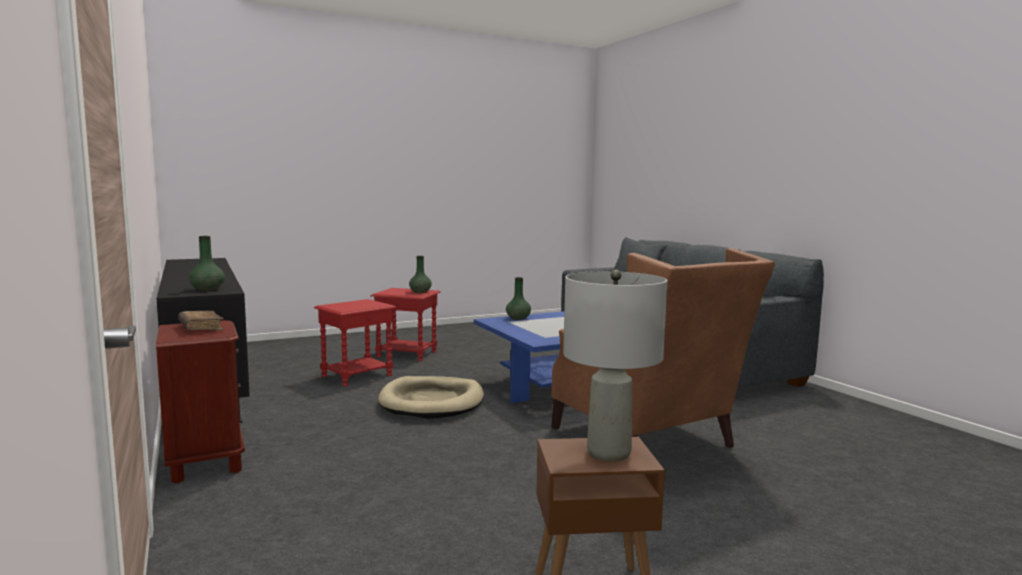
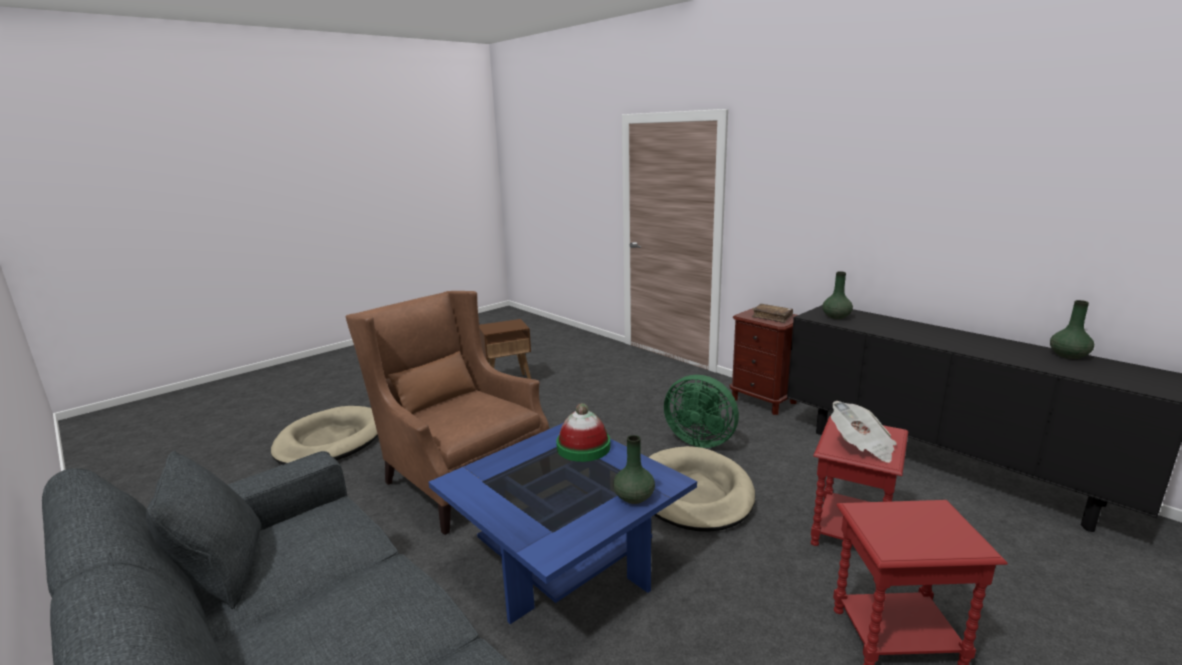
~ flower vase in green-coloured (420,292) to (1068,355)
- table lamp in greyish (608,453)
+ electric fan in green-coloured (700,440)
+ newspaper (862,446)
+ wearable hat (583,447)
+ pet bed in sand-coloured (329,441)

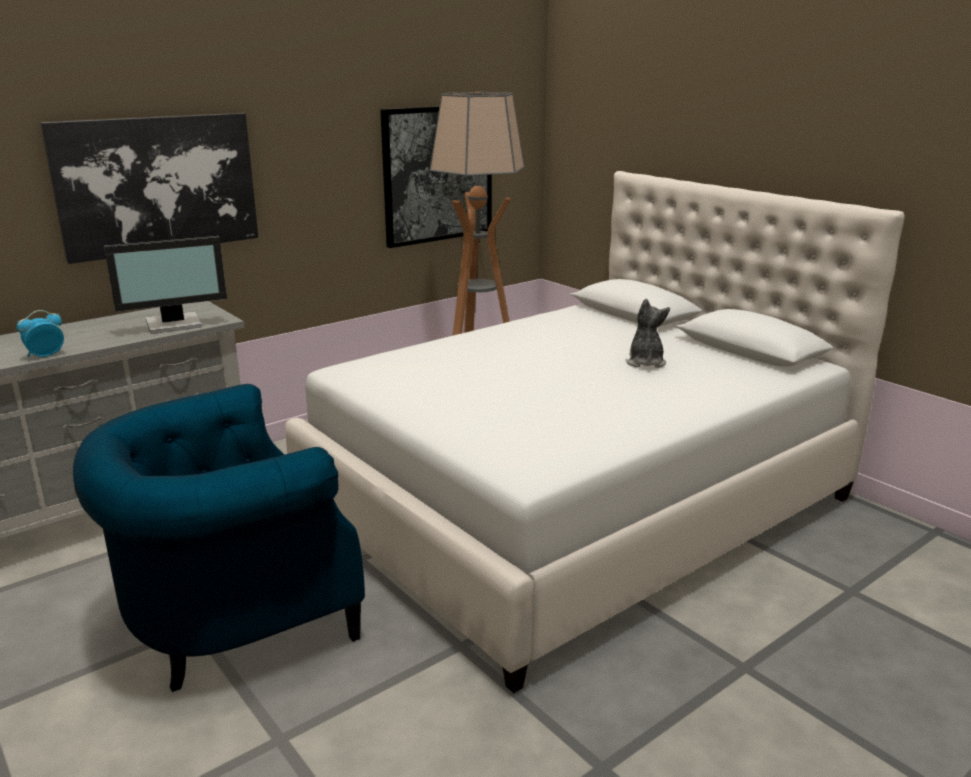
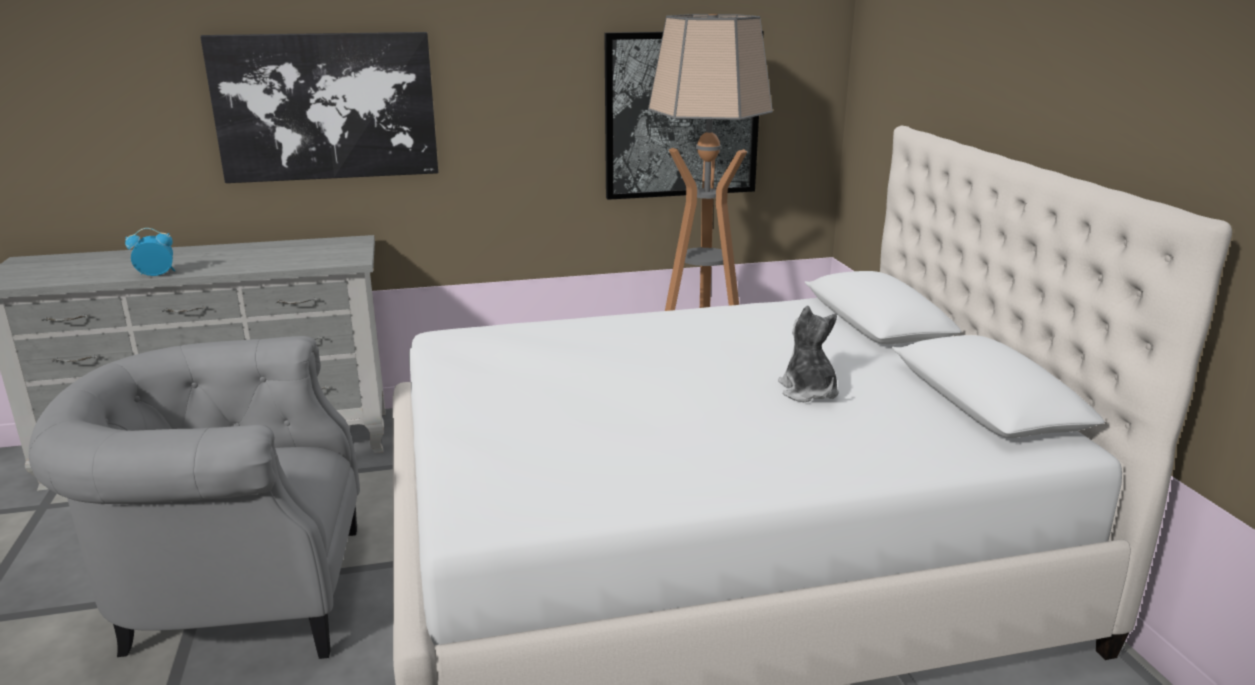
- computer screen (175,324)
~ cuddly toy (645,362) = (808,392) 45 degrees counterclockwise
~ easy chair in bluish (234,622) to easy chair in greyish (236,597)

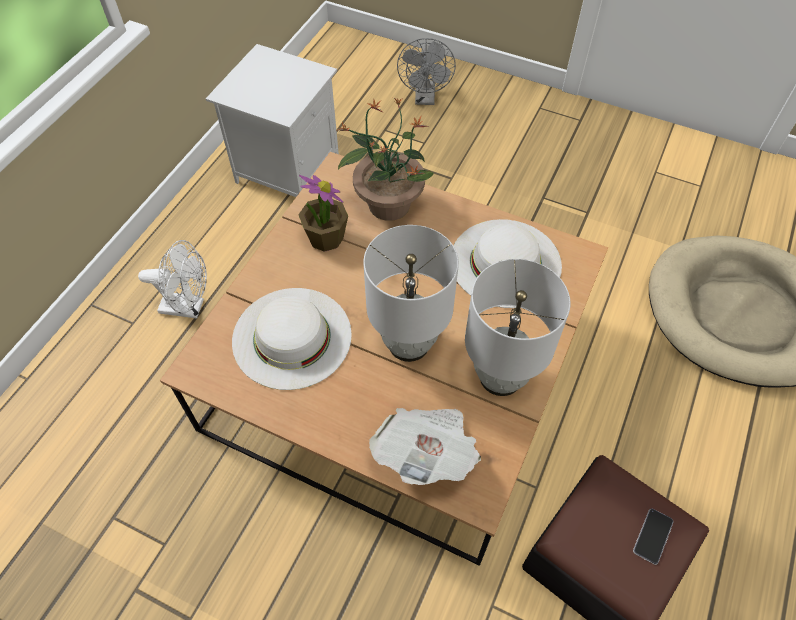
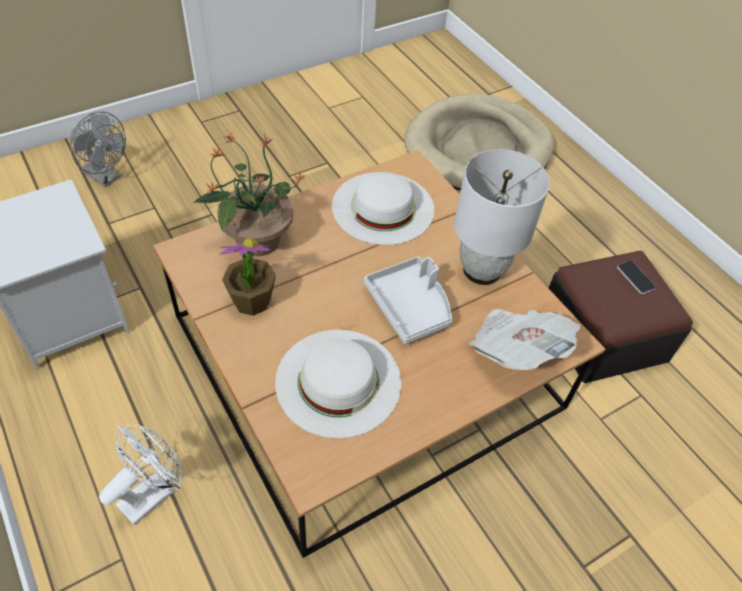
~ table lamp in white-coloured (409,344) to tray in greyish (410,306)

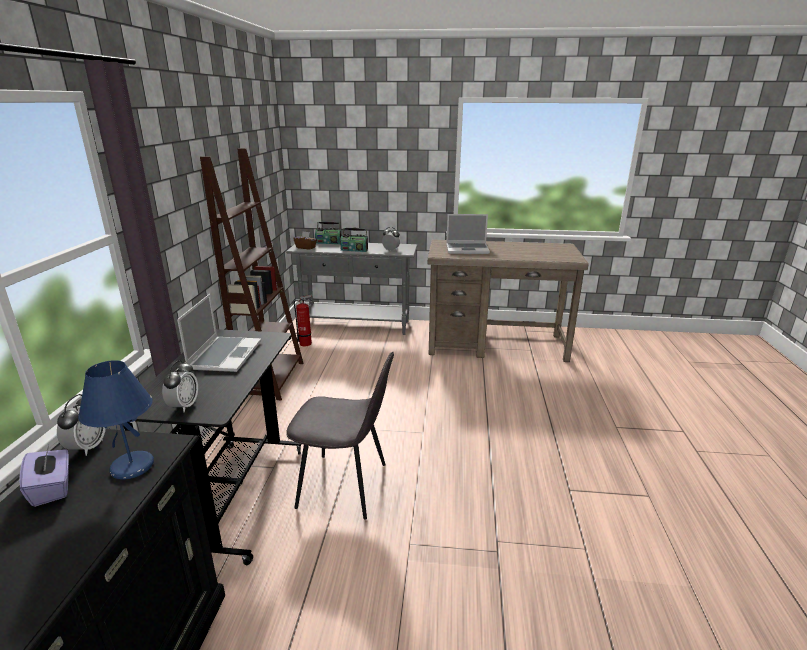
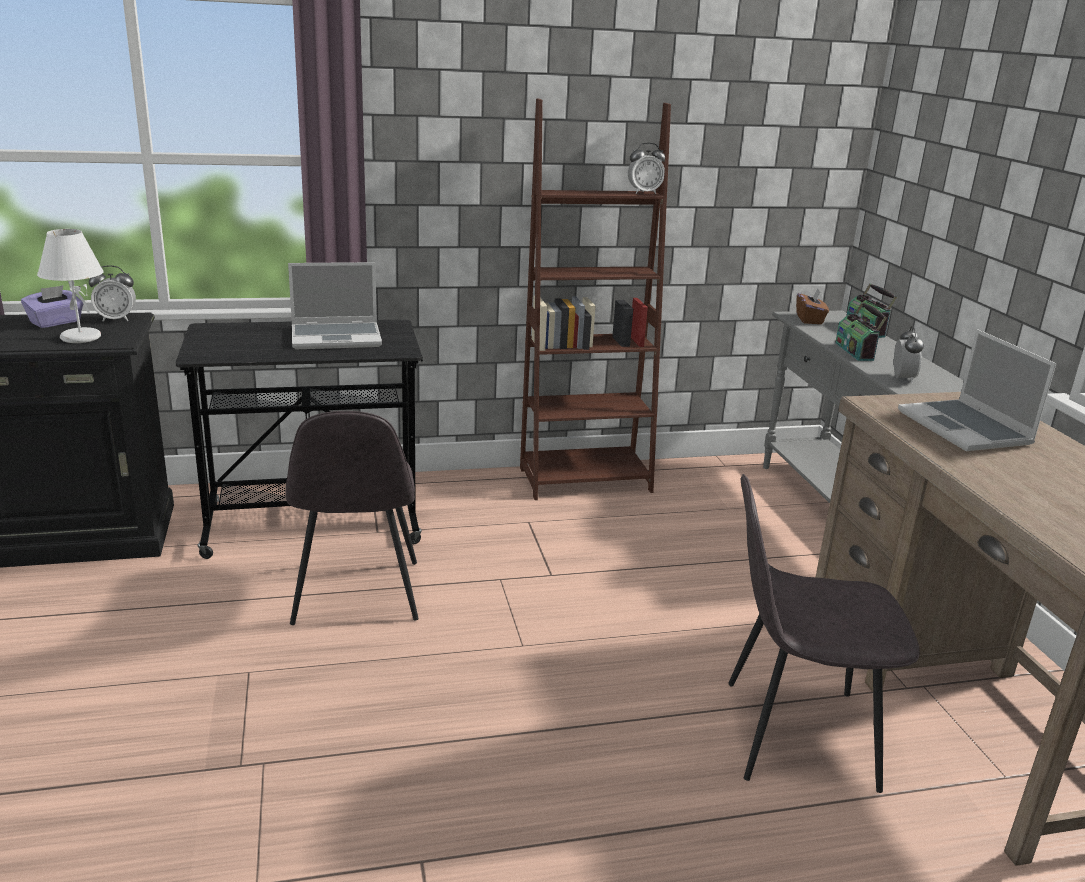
- fire-fighting cylinder (307,343)
~ table lamp in bluish (132,467) to table lamp in white-coloured (80,338)
~ bedside clock (184,406) to (644,193)
+ upright chair in greyish (794,733)

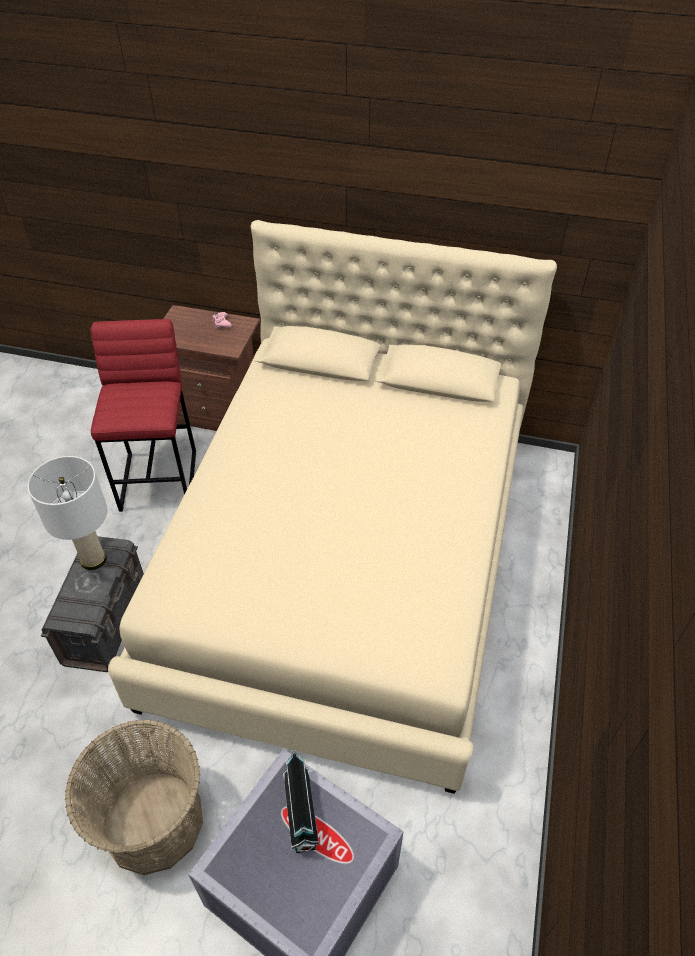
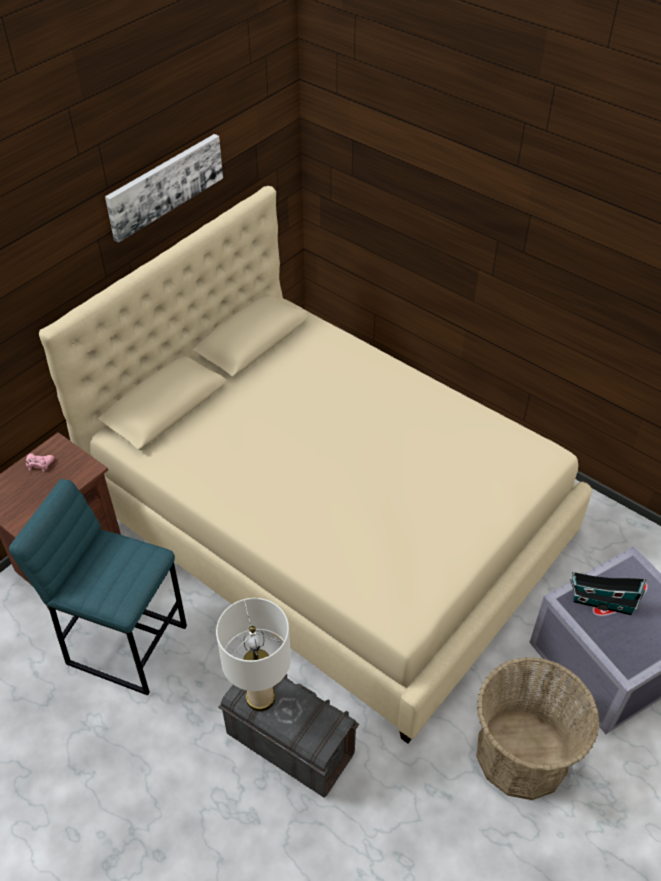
~ sitting stool in red-coloured (159,478) to sitting stool in blue-green (124,643)
+ picture (165,185)

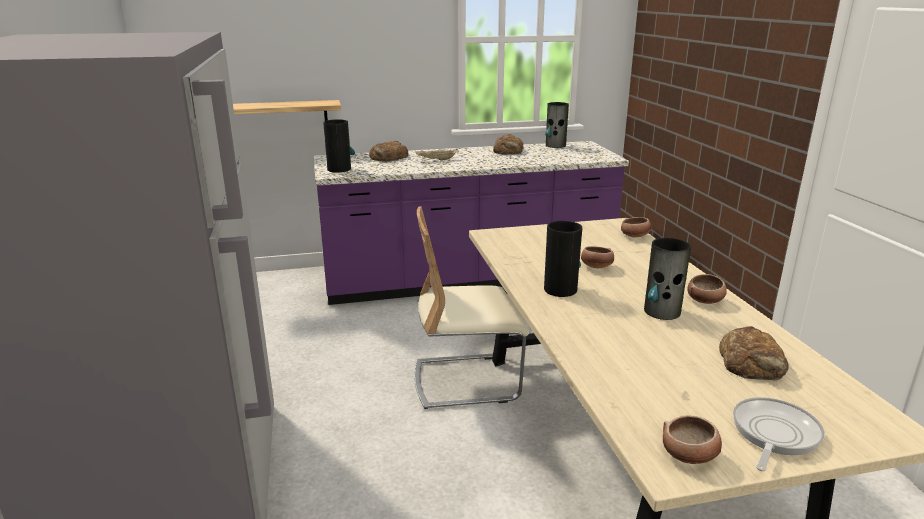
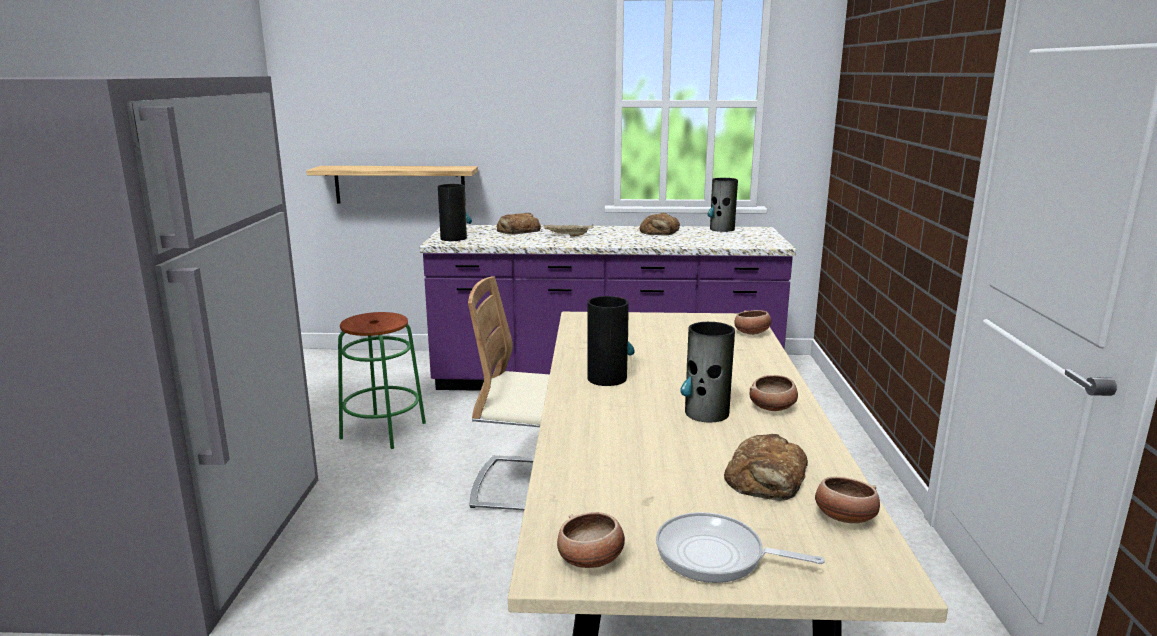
~ serving bowl (596,267) to (844,518)
~ skillet (773,434) = (716,556) 120 degrees counterclockwise
+ sitting stool in green-coloured (383,430)

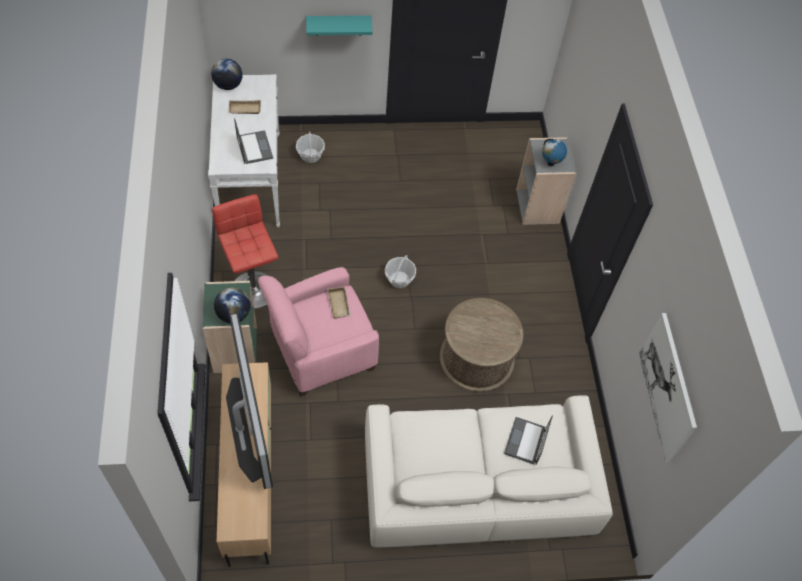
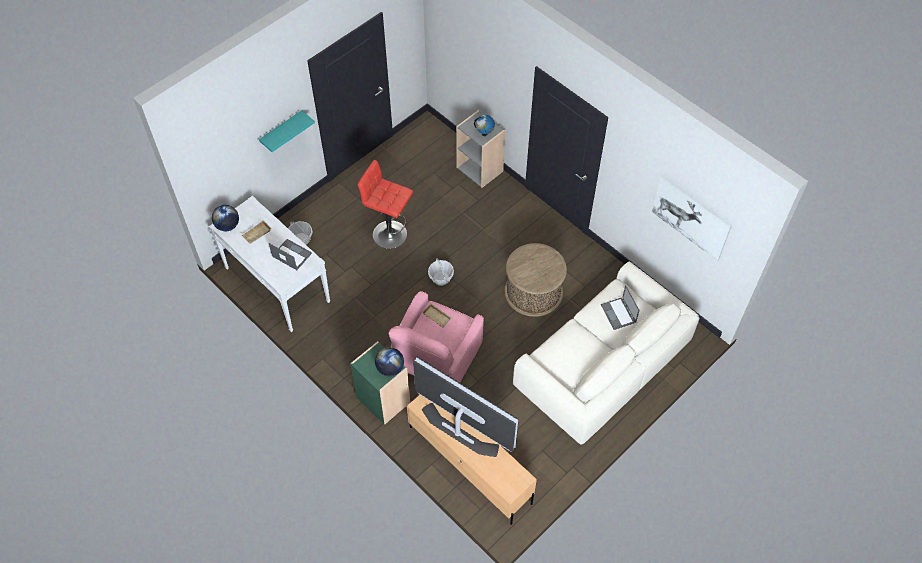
~ sitting stool in red-coloured (253,289) to (389,234)

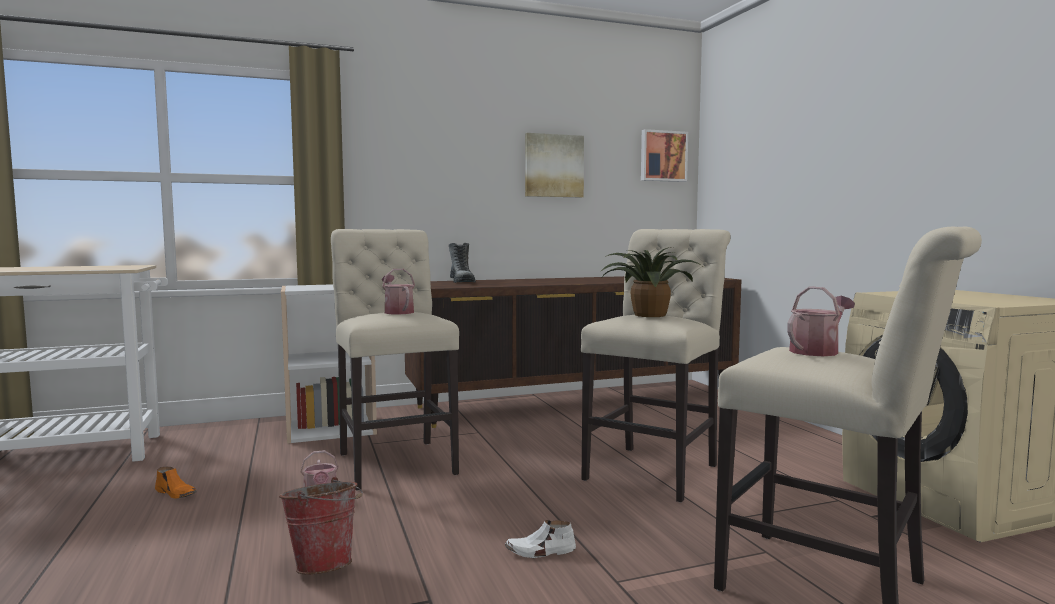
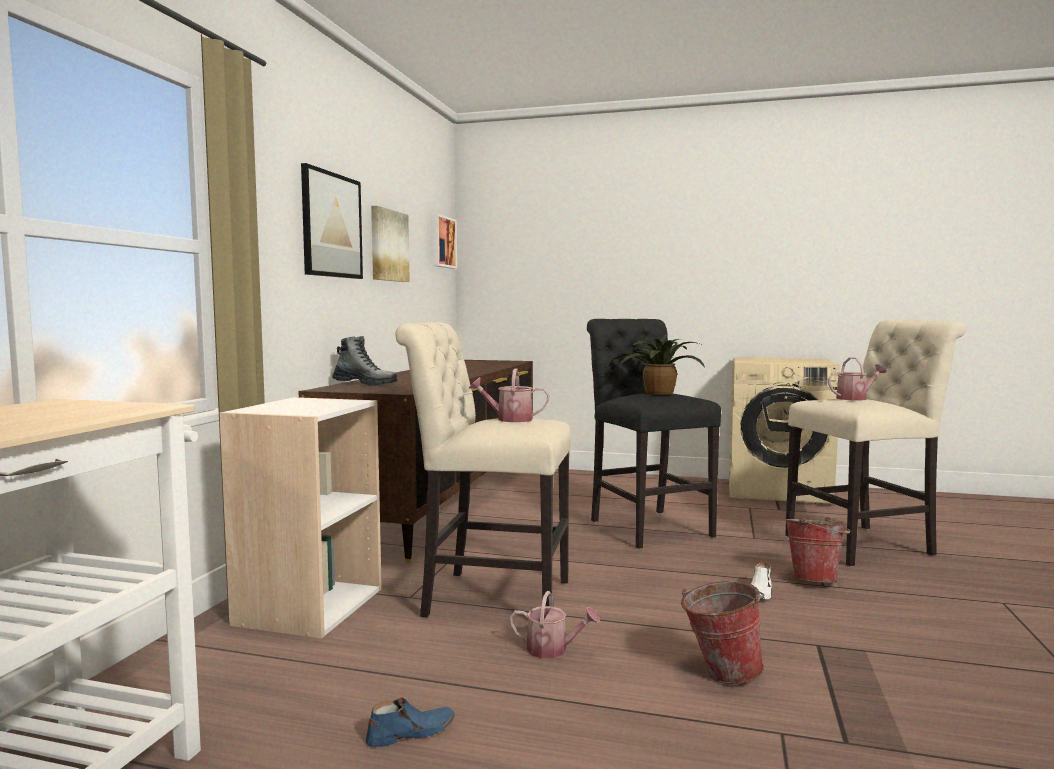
~ sitting stool in sand-coloured (656,470) to sitting stool in black-coloured (647,526)
~ sprinkling can (817,351) = (855,398) 75 degrees clockwise
~ low shoe in orange (176,493) to low shoe in bluish (410,733)
+ picture (331,225)
+ water bucket (815,580)

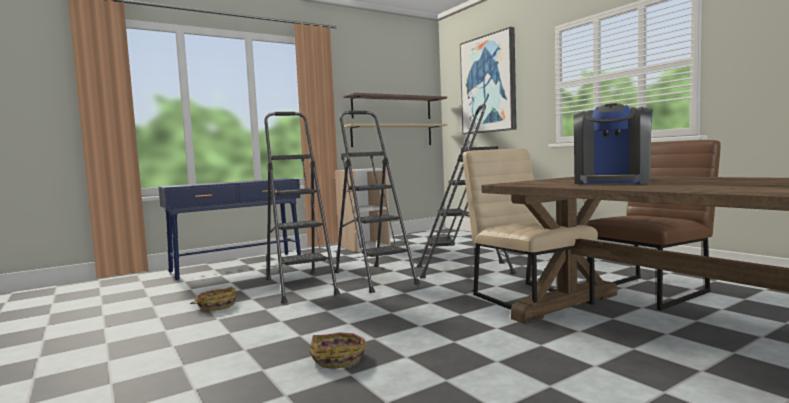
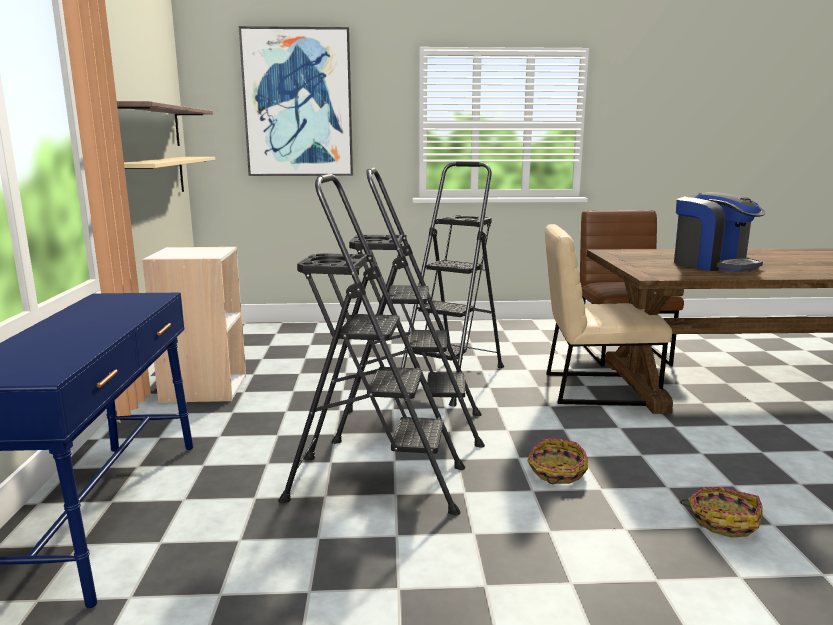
~ storage basket (216,305) to (556,472)

